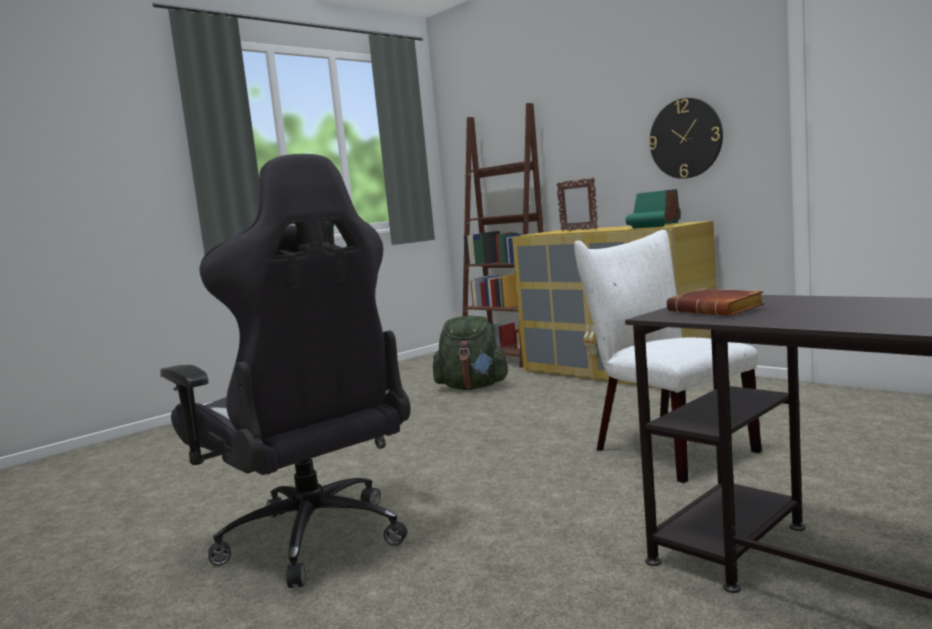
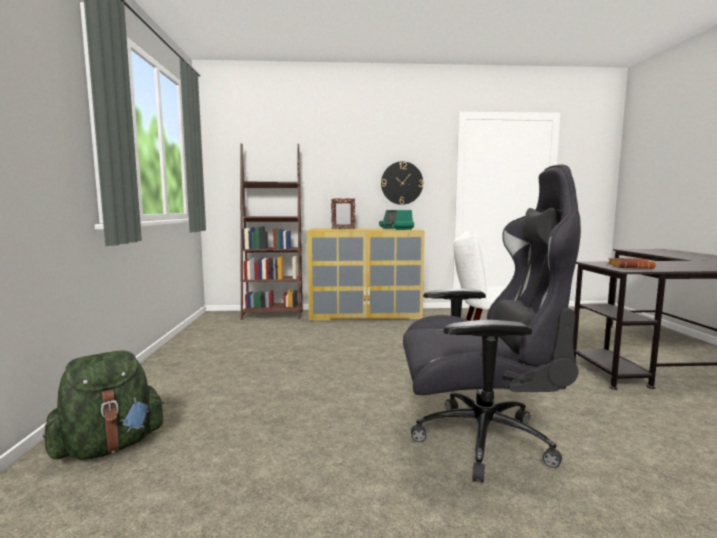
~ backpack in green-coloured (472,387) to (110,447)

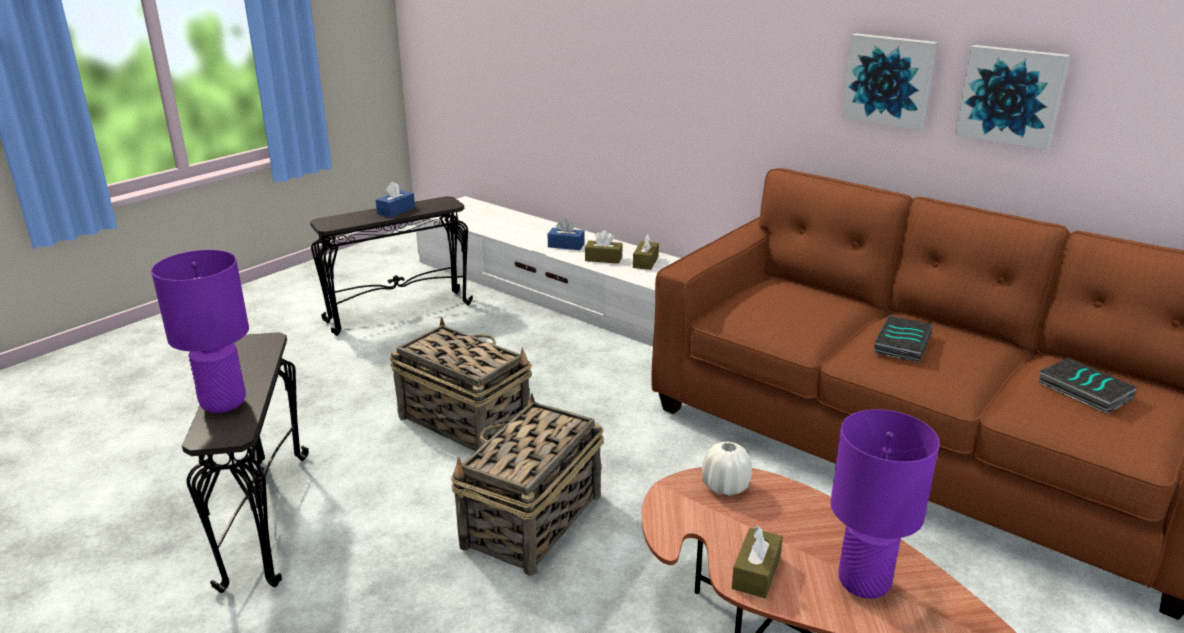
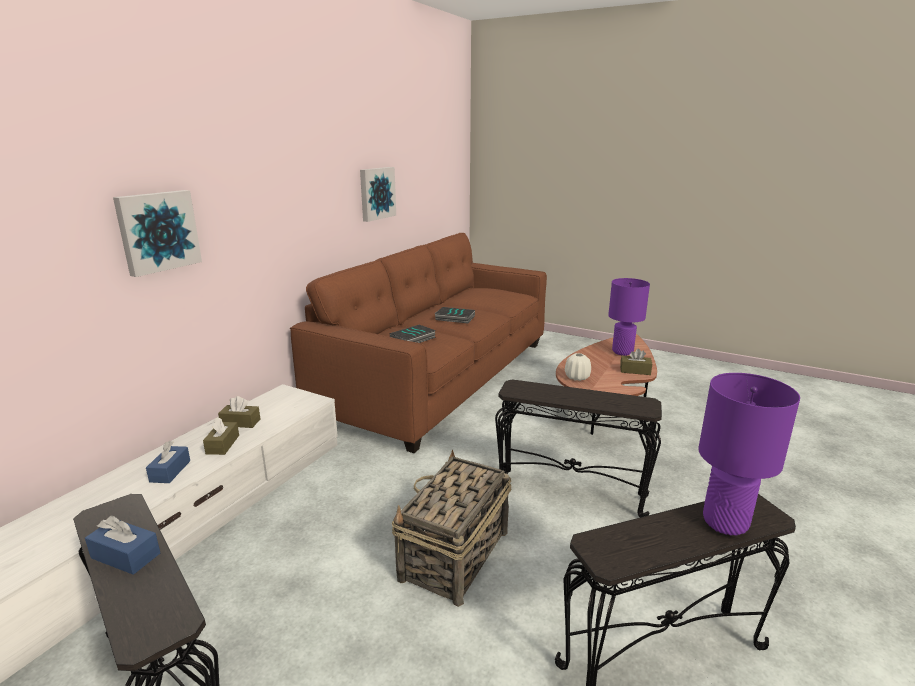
~ picture (889,80) to (157,231)
~ bound book (1083,391) to (413,339)
~ storage basket (531,522) to end table in black-coloured (570,494)

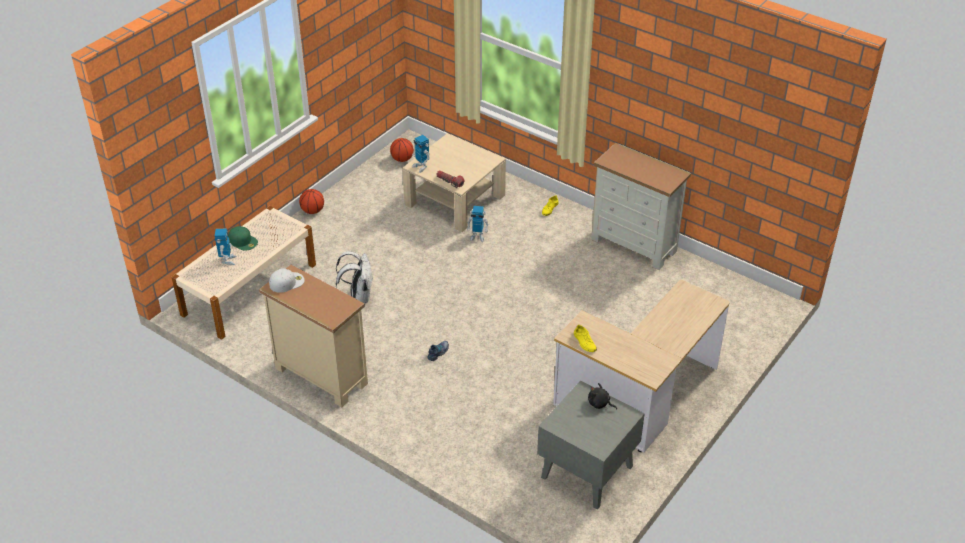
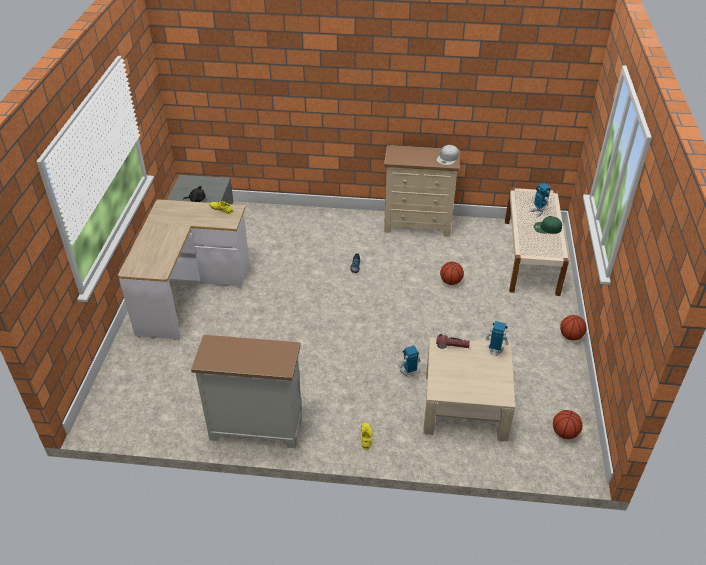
~ backpack in white-coloured (358,296) to basketball (450,282)

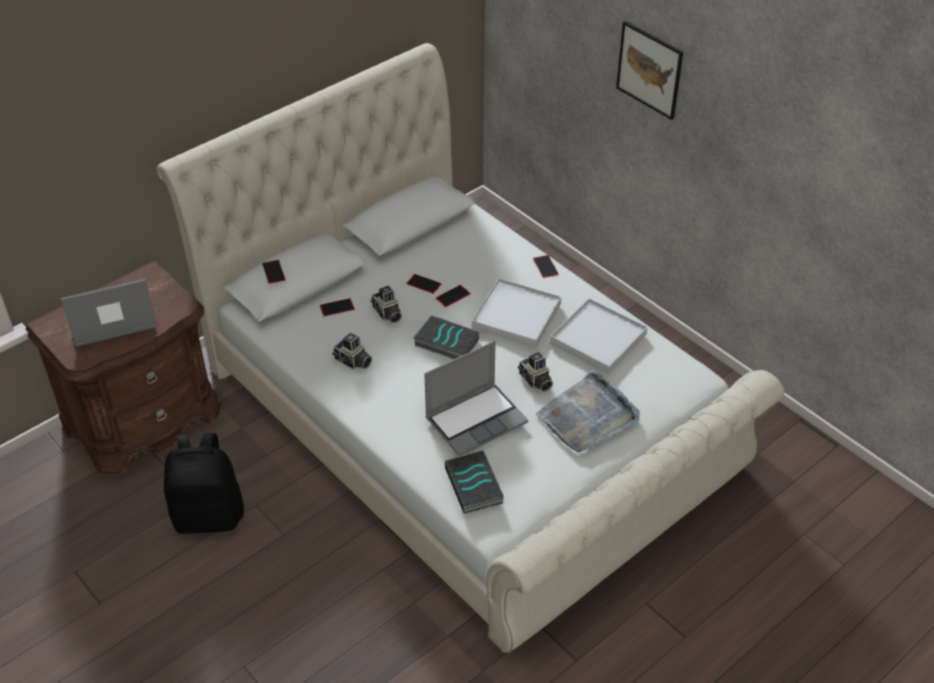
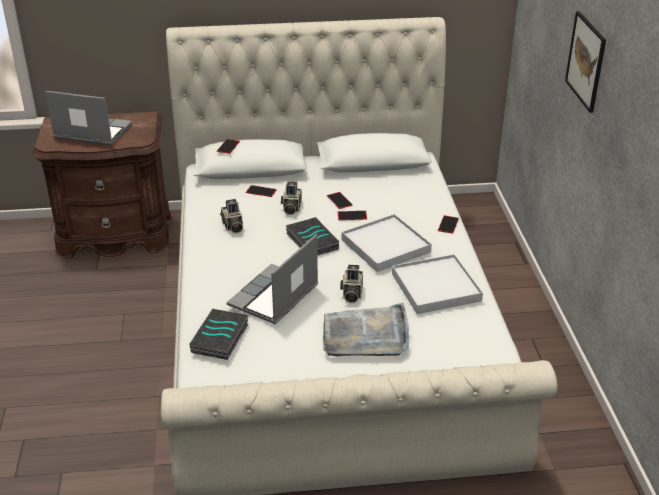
~ portable computer (476,419) = (274,297) 120 degrees clockwise
- backpack in black-coloured (209,515)

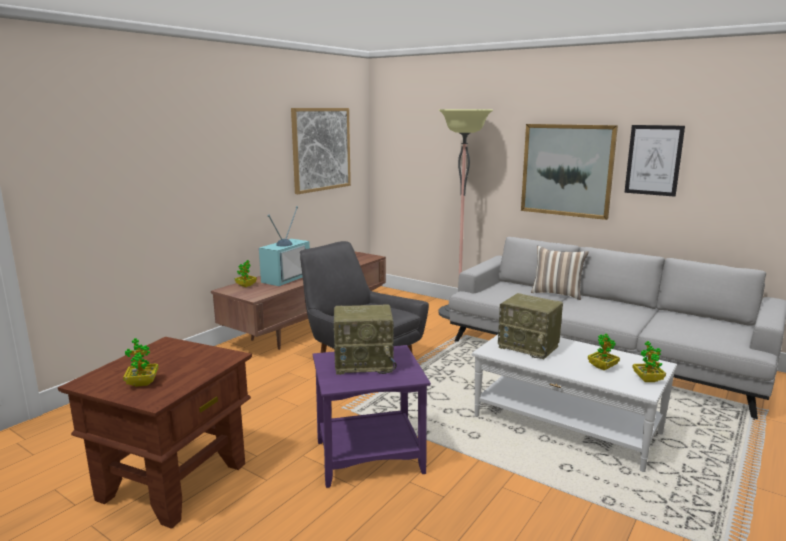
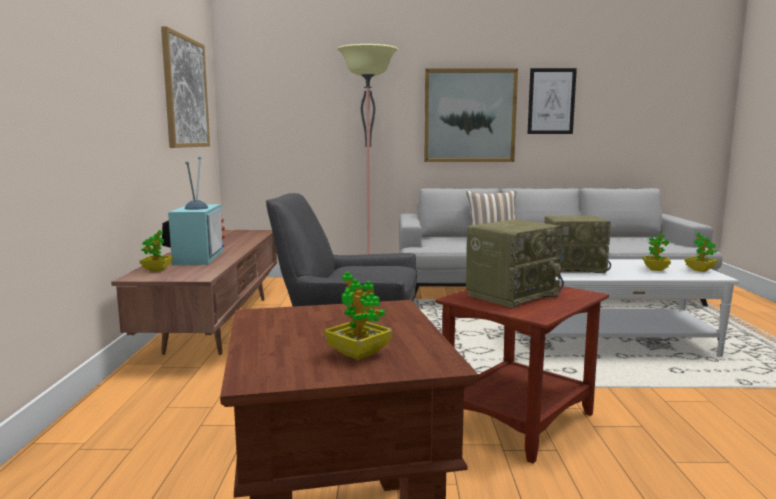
~ end table in purple (369,456) to end table in brown-coloured (516,419)

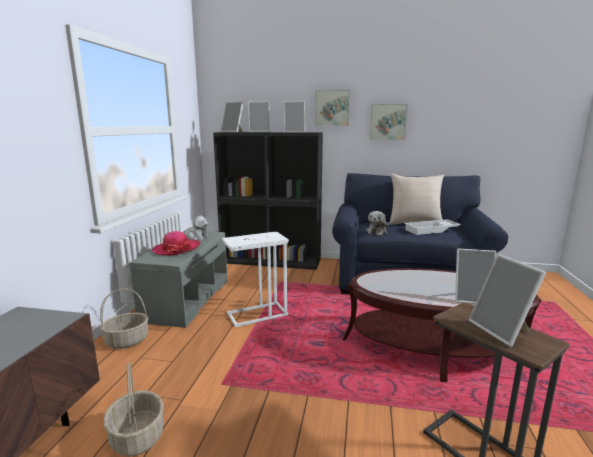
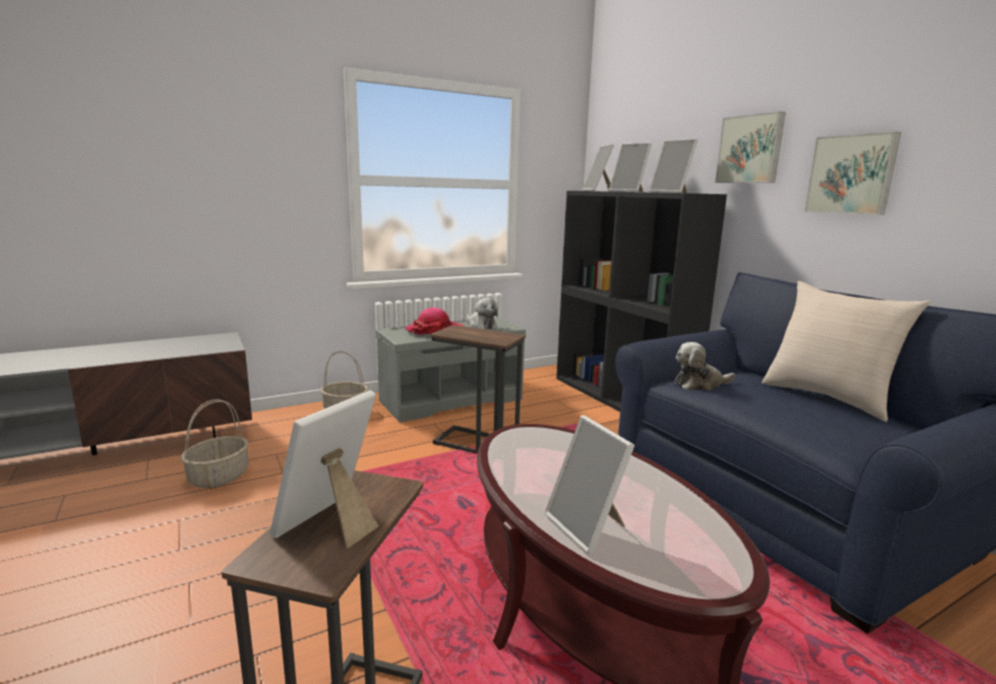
- tray in white-coloured (431,230)
~ end table in white-coloured (257,314) to end table in brown-coloured (477,443)

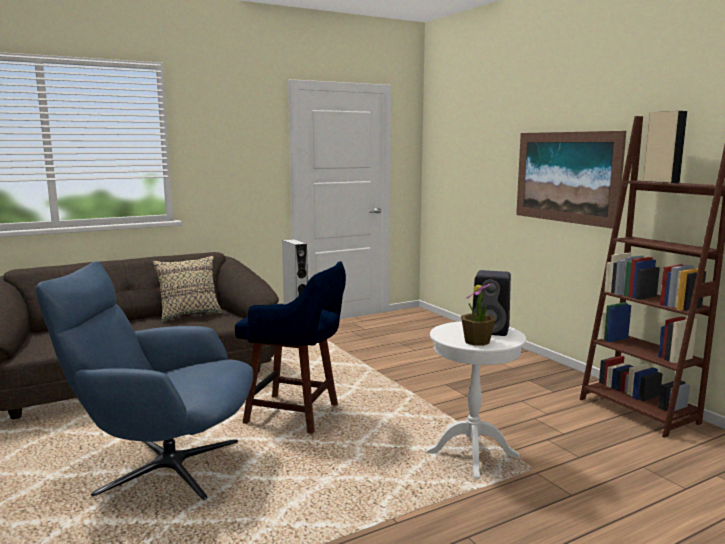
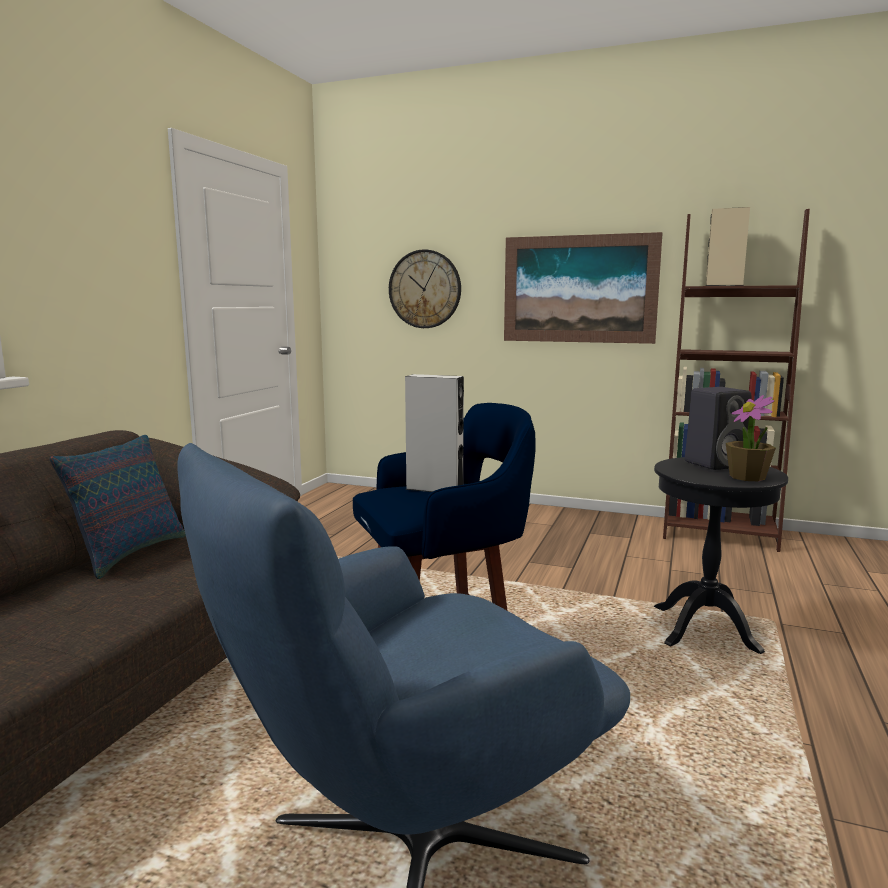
~ pillow in sand-coloured (190,315) to pillow in bluish (130,554)
~ end table in white-coloured (472,454) to end table in black-coloured (705,629)
+ hanging clock (425,289)

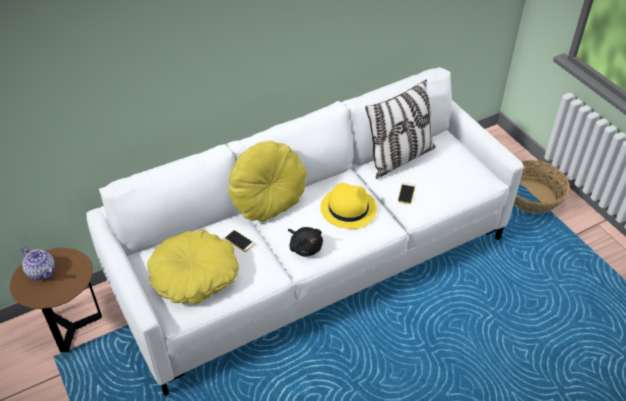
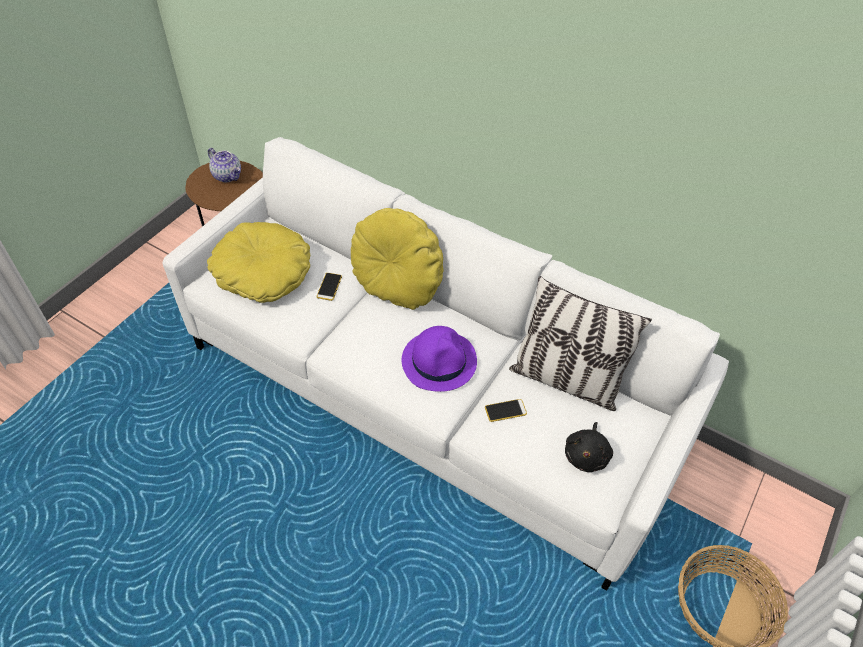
~ wearable hat in yellowish (348,208) to wearable hat in purple (439,361)
~ cuddly toy in black-coloured (305,247) to (586,455)
~ pot for tea (42,272) = (228,176) 60 degrees counterclockwise

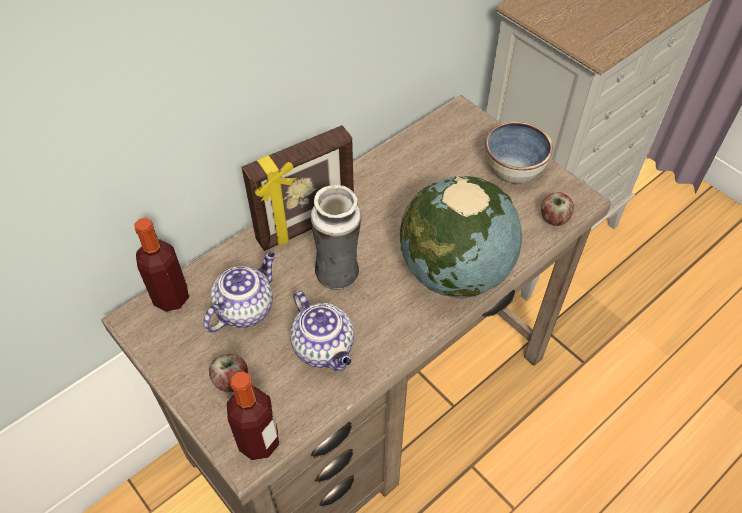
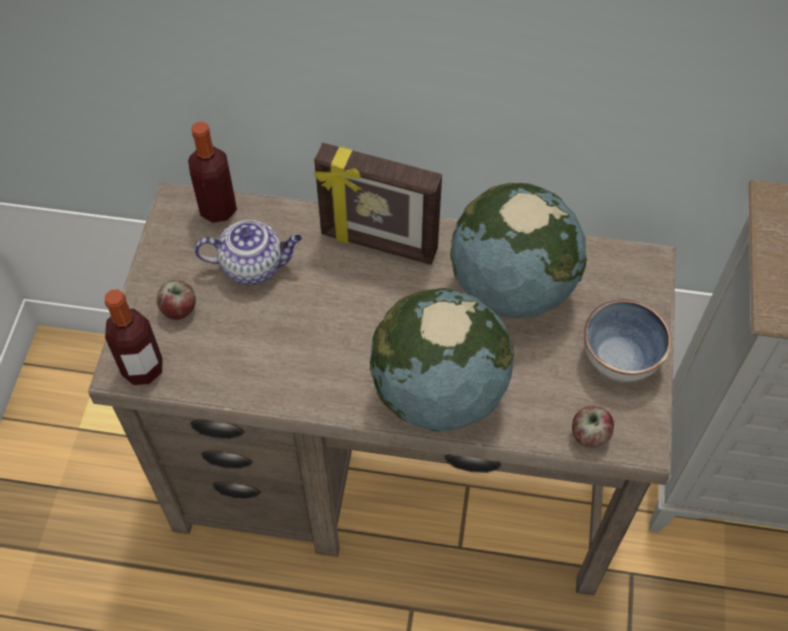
- flower vase (338,274)
- pot for tea (325,348)
+ desk globe (511,287)

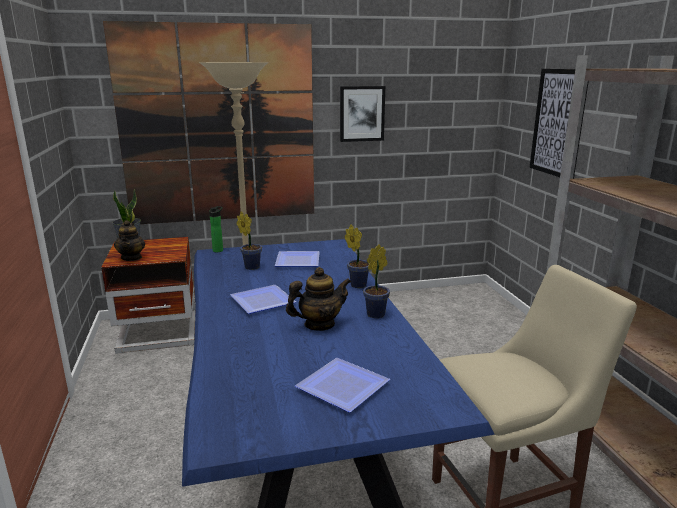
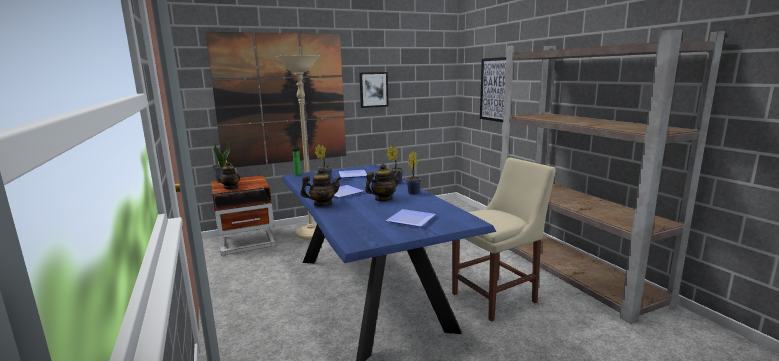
+ pot for tea (322,204)

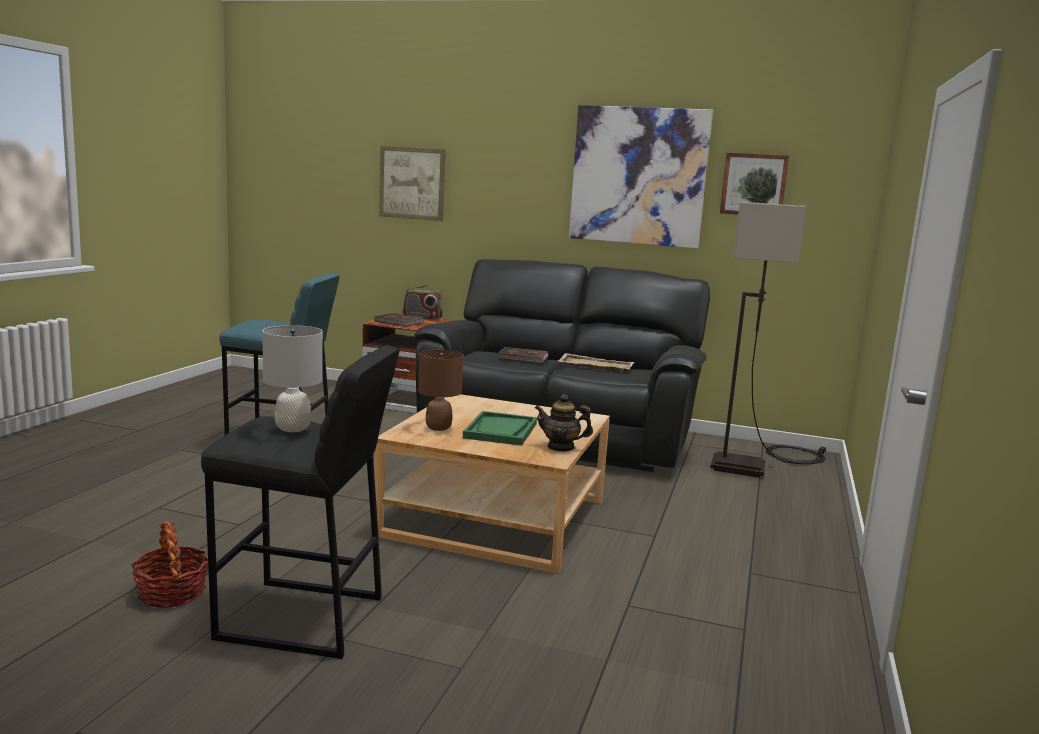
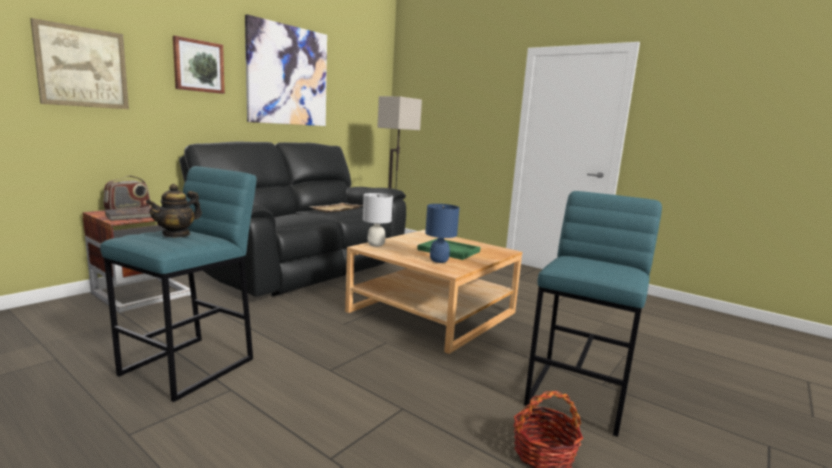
~ picture (754,185) to (198,66)
~ table lamp in greyish (291,429) to (375,245)
~ sitting stool in black-coloured (305,618) to sitting stool in blue-green (578,394)
- bound book in brown-coloured (523,358)
~ table lamp in brown-coloured (438,429) to table lamp in bluish (440,261)
~ pot for tea (561,447) to (176,234)

